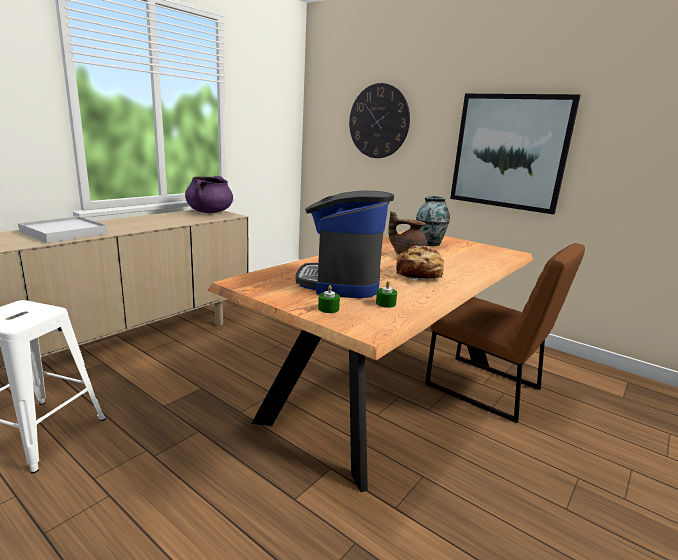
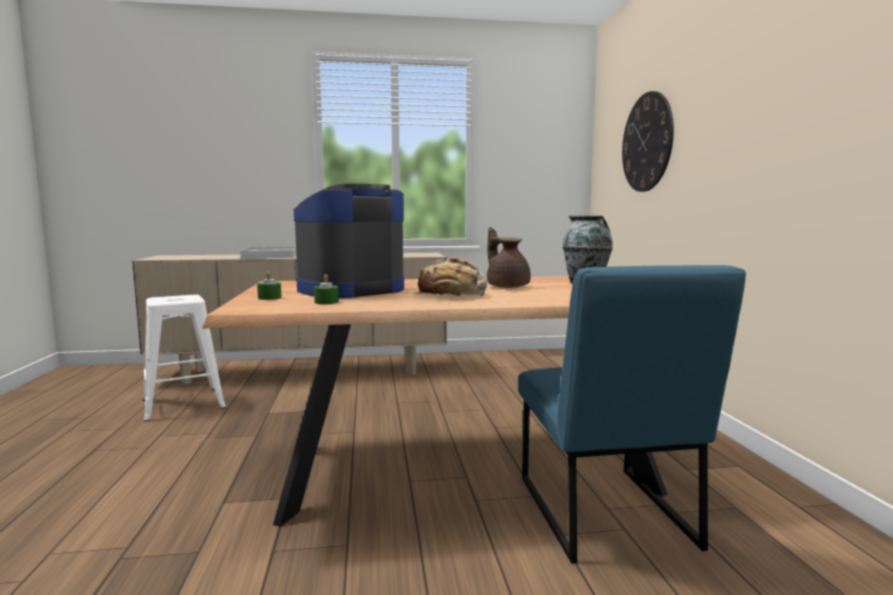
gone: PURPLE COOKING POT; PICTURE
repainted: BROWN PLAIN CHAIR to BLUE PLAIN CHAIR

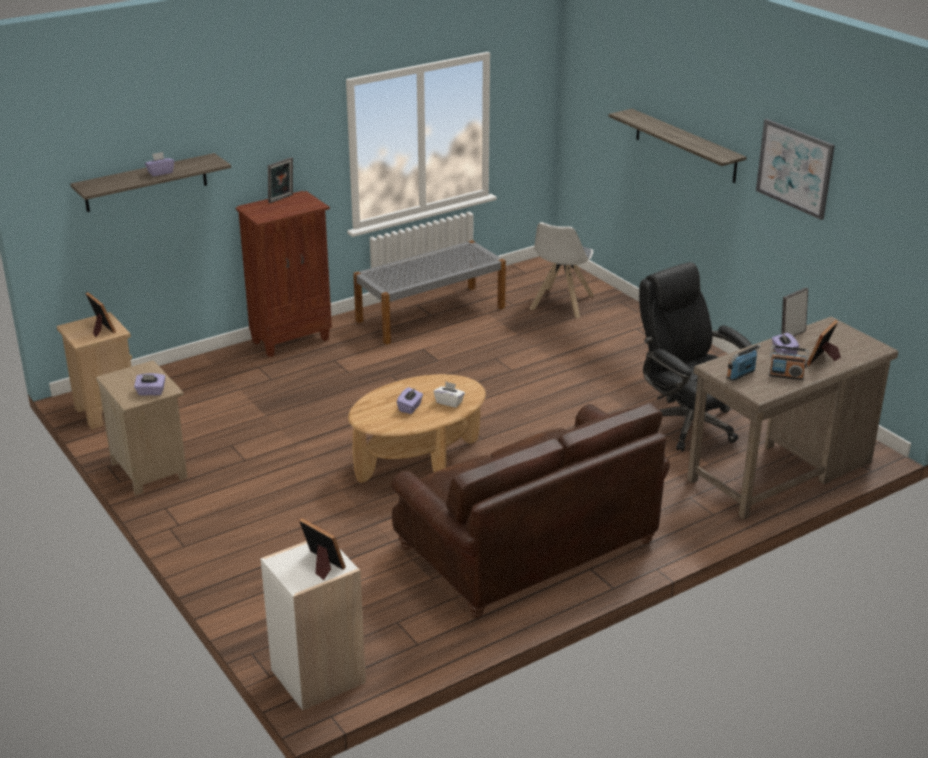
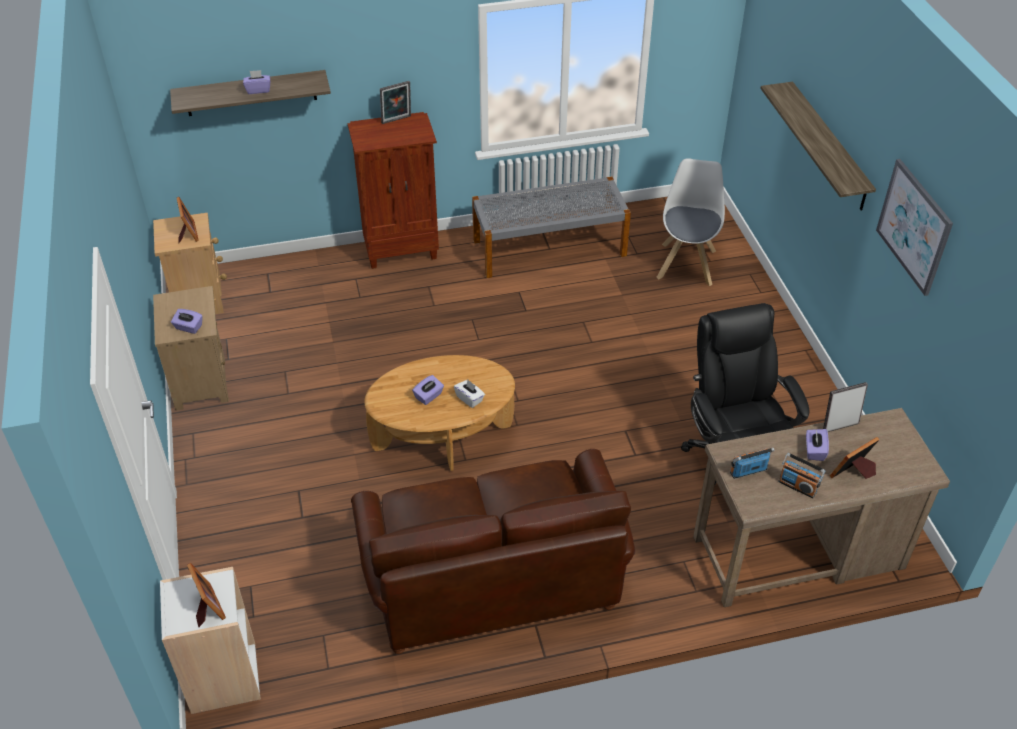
rotated: PLAIN CHAIR 150 degrees clockwise

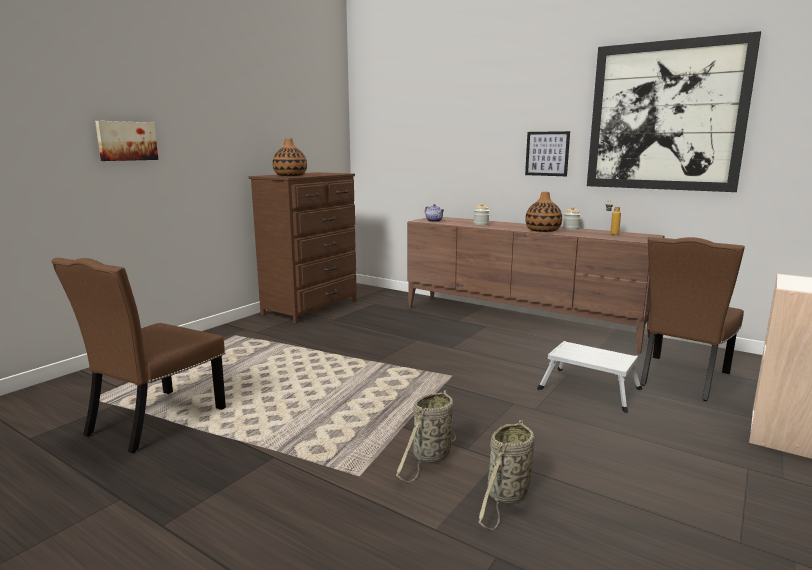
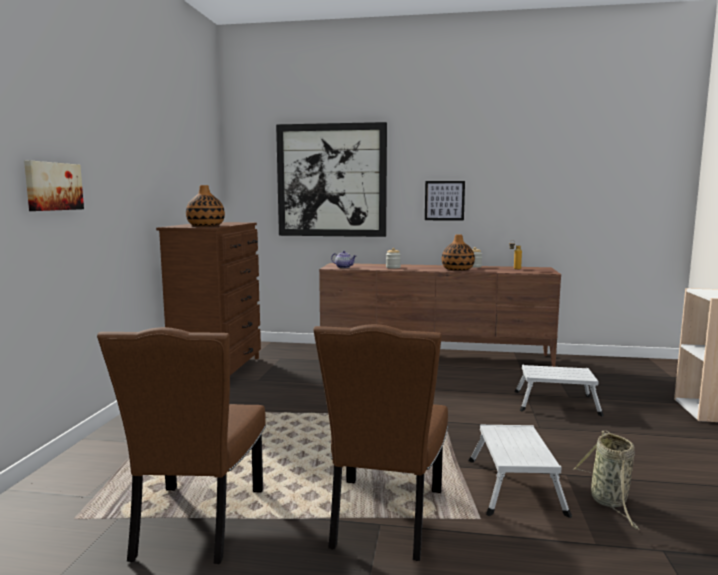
shifted: PICTURE (no. 3 from left in the first image) to PICTURE (no. 2 from left); BROWN PLAIN CHAIR (no. 2 from left)
swapped: HOUSEHOLD BASKET (no. 1 from left) to WHITE-COLOURED STEP STOOL (no. 1 from left)

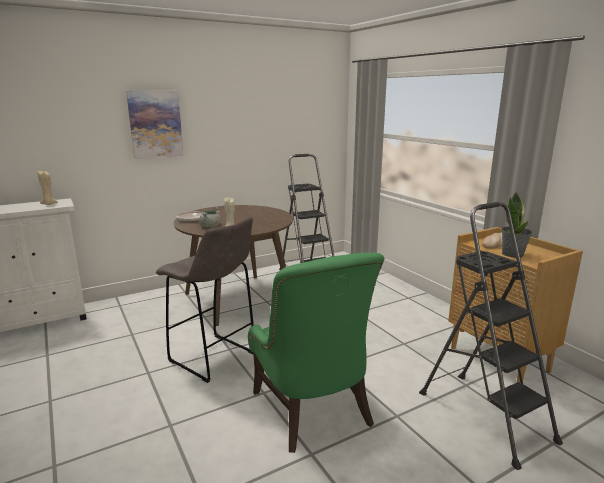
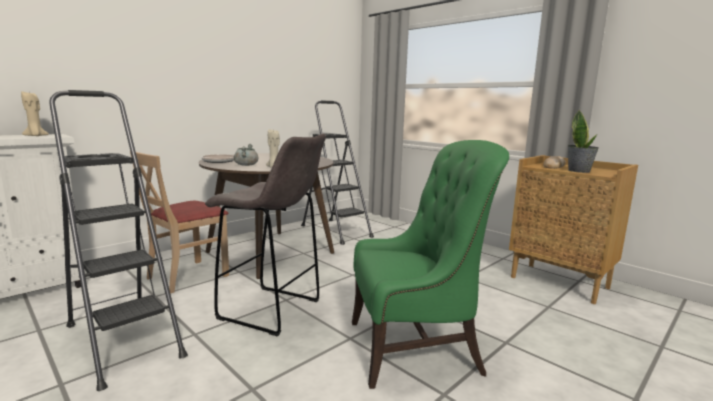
gone: PICTURE
new: BEIGE PLAIN CHAIR
shifted: STEP STOOL (no. 2 from left in the first image) to STEP STOOL (no. 1 from left)
rotated: GREEN PLAIN CHAIR 60 degrees counterclockwise

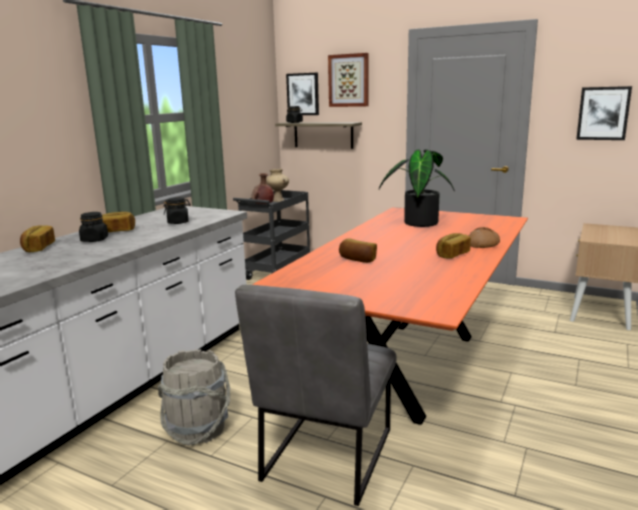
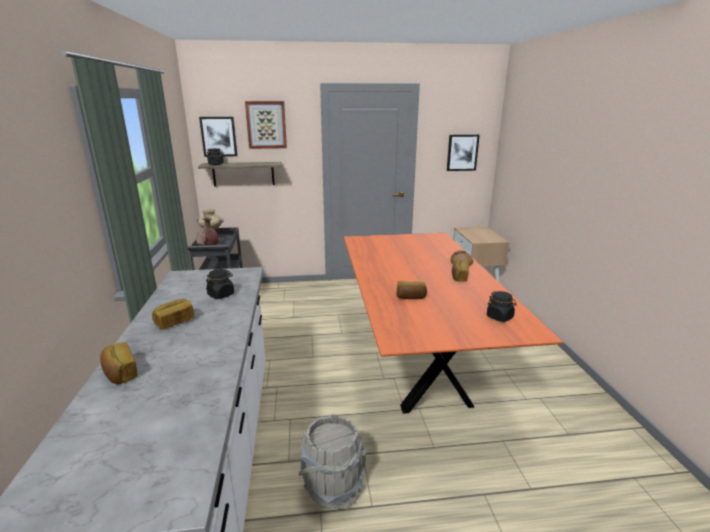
gone: GRAY PLAIN CHAIR; POTTED PLANT
shifted: BLACK-COLOURED STORAGE JAR (no. 1 from left in the first image) to BLACK-COLOURED STORAGE JAR (no. 3 from left)

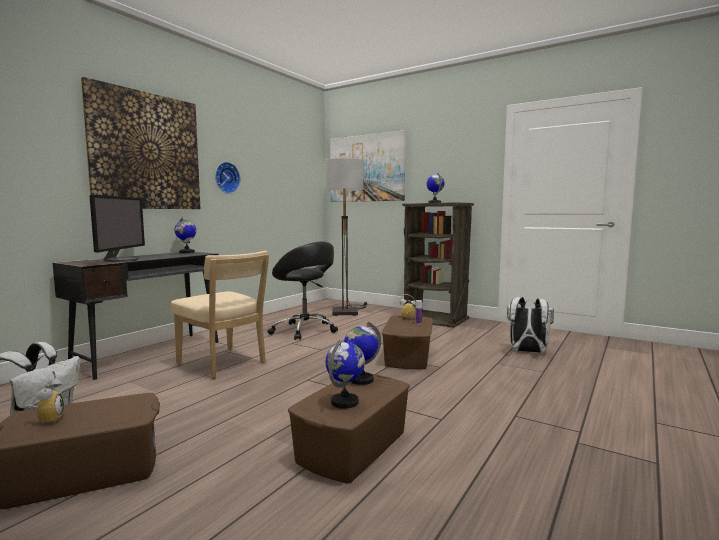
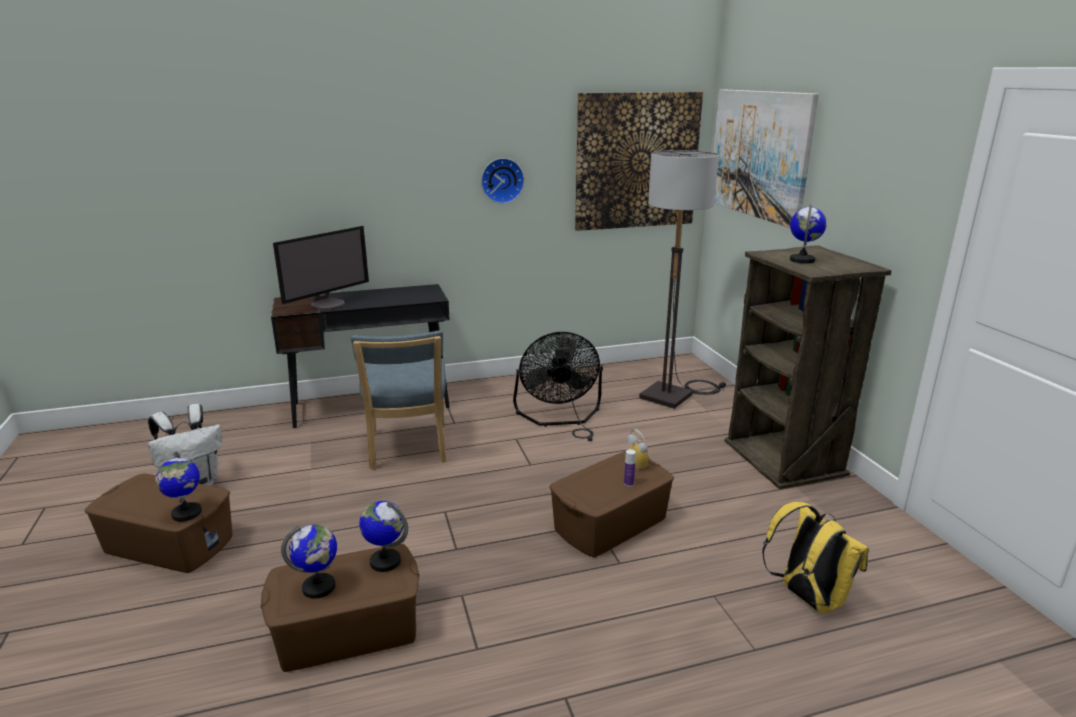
gone: BEDSIDE CLOCK (no. 1 from left)
shifted: DESK GLOBE (no. 1 from left); PICTURE (no. 1 from left)
swapped: BLACK-COLOURED COMPUTER CHAIR to BLACK-COLOURED FAN
repainted: BEIGE PLAIN CHAIR to BLUE PLAIN CHAIR; WHITE-COLOURED BACKPACK (no. 2 from left) to YELLOW BACKPACK

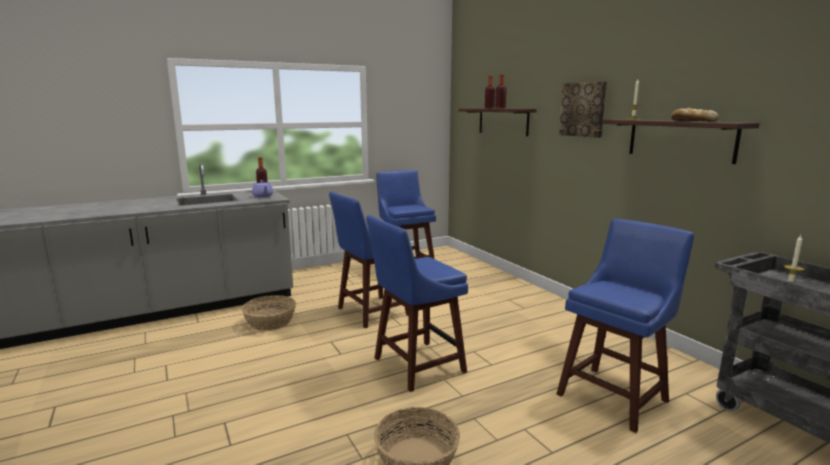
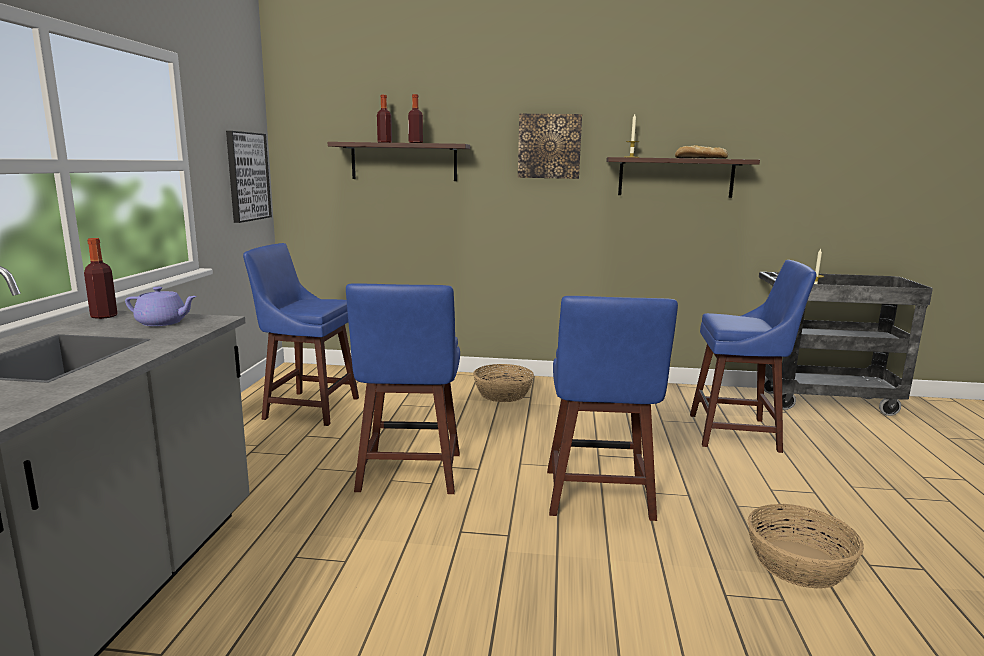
new: PICTURE (no. 1 from left)
shifted: HOUSEHOLD BASKET (no. 1 from left)
rotated: BLUE PLAIN CHAIR (no. 4 from left) 105 degrees clockwise

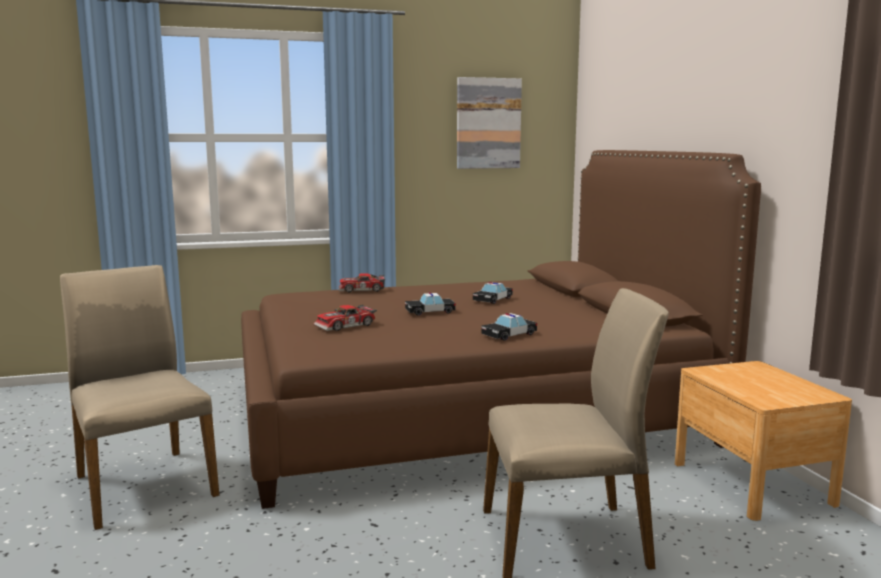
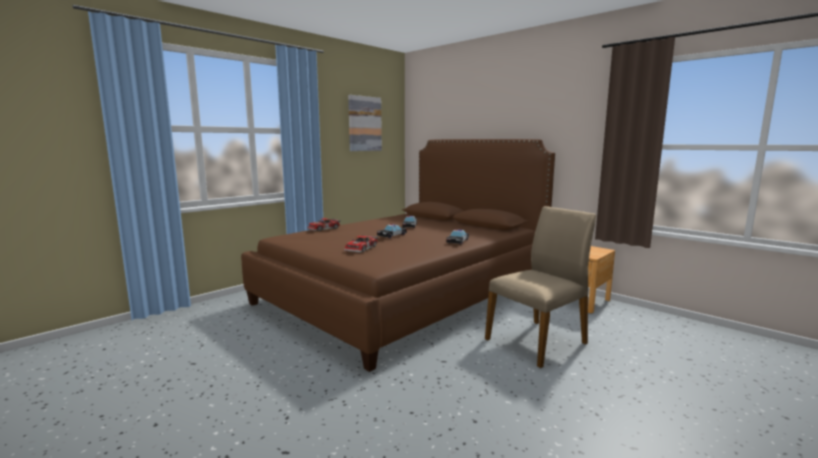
gone: BEIGE PLAIN CHAIR (no. 1 from left)

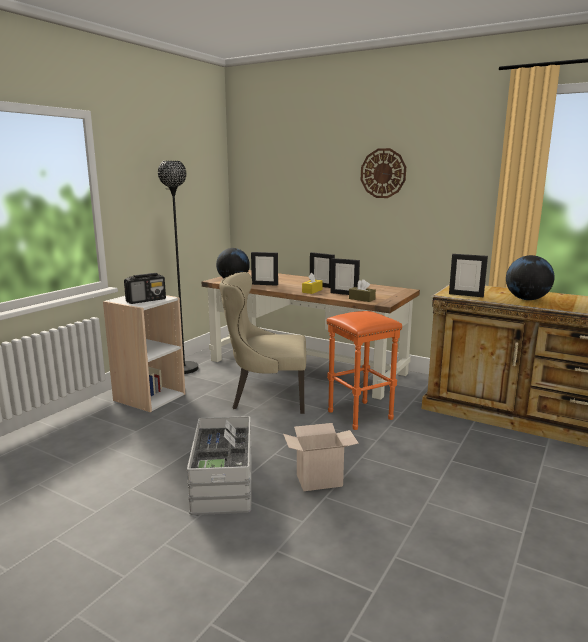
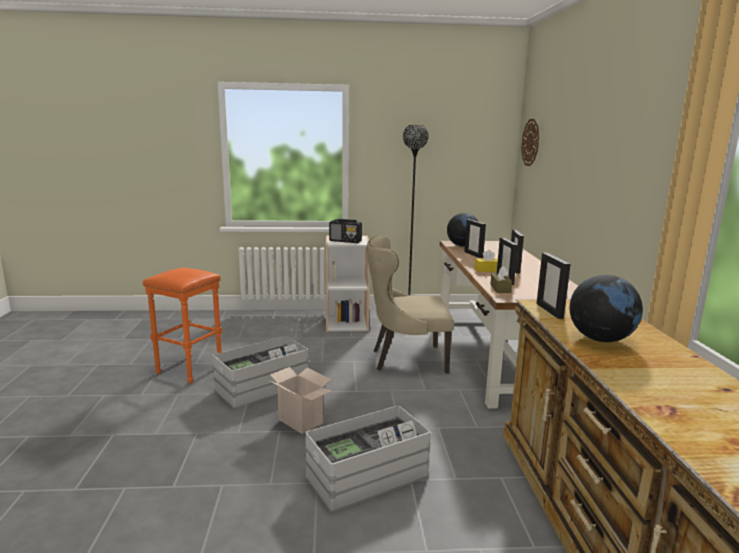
new: GRAY STORAGE BIN (no. 2 from left)
shifted: ORANGEY STOOL SEAT; CLOCK ON THE WALL
rotated: BEIGE PLAIN CHAIR 60 degrees counterclockwise

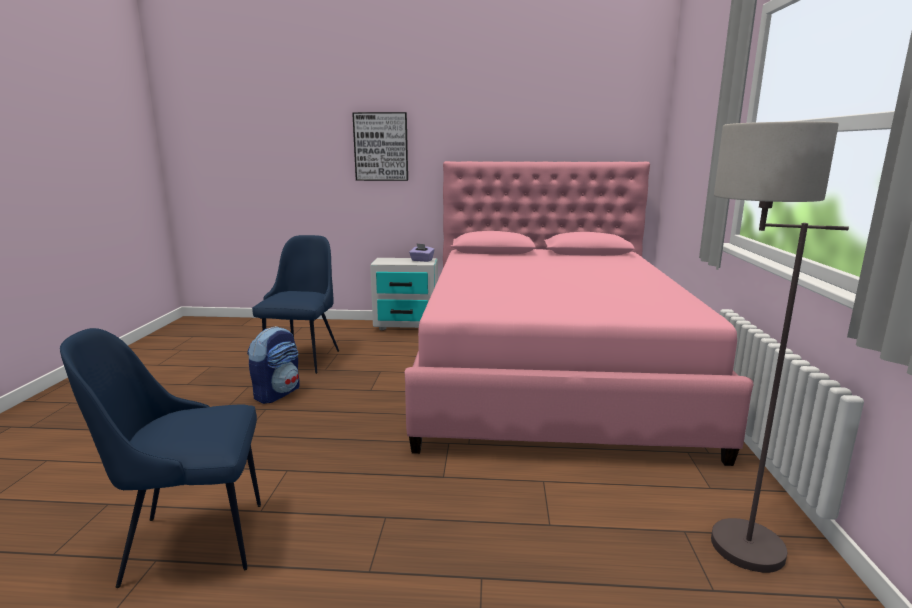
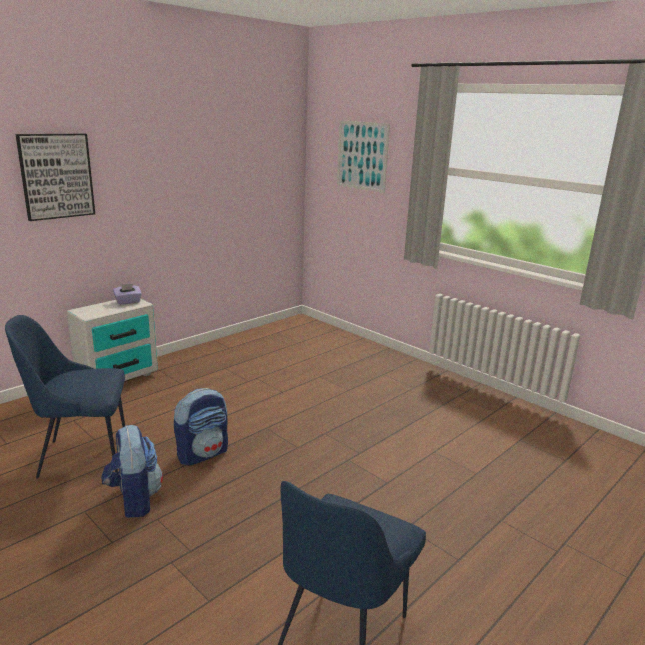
gone: PINK-COLOURED BED; GRAY STANDARD LAMP
new: BACKPACK (no. 2 from left); PICTURE (no. 2 from left)
rotated: BLUE PLAIN CHAIR (no. 2 from left in the first image) 60 degrees counterclockwise

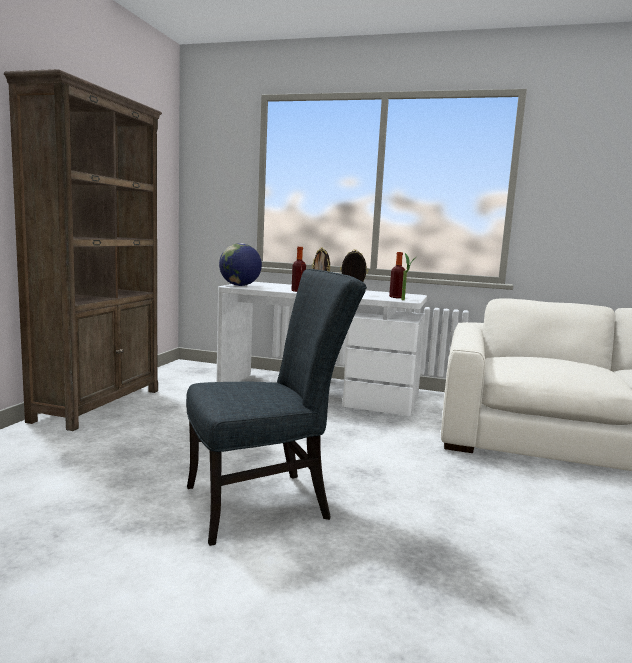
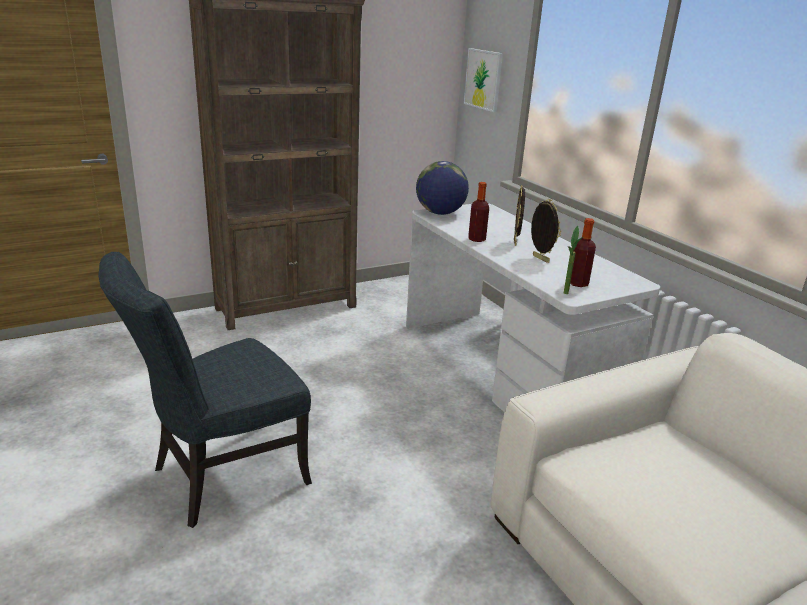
new: PICTURE
rotated: GRAY PLAIN CHAIR 120 degrees clockwise

